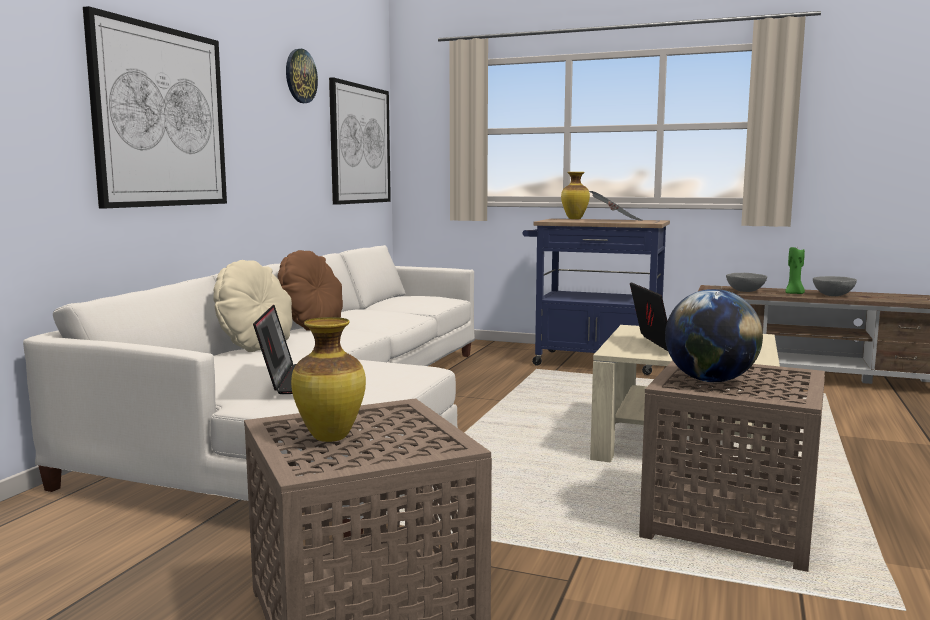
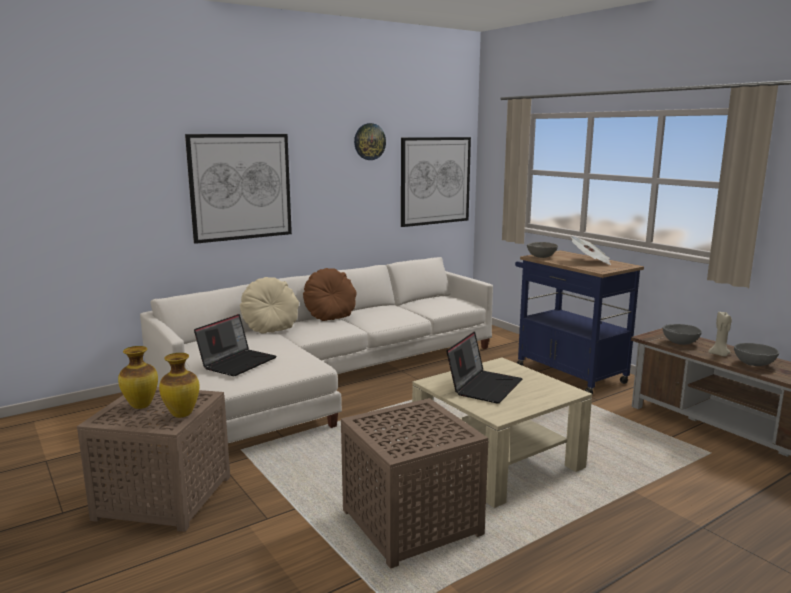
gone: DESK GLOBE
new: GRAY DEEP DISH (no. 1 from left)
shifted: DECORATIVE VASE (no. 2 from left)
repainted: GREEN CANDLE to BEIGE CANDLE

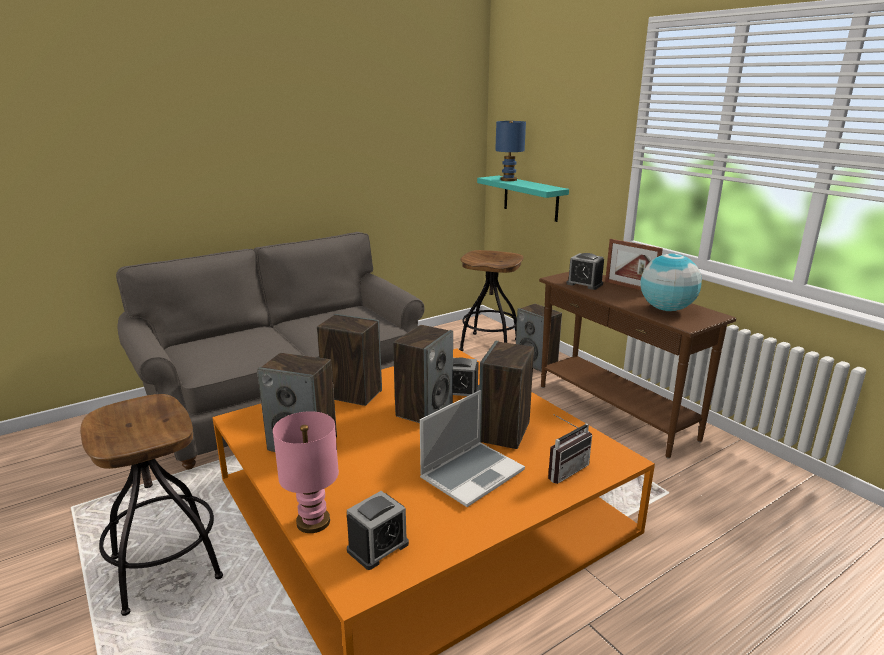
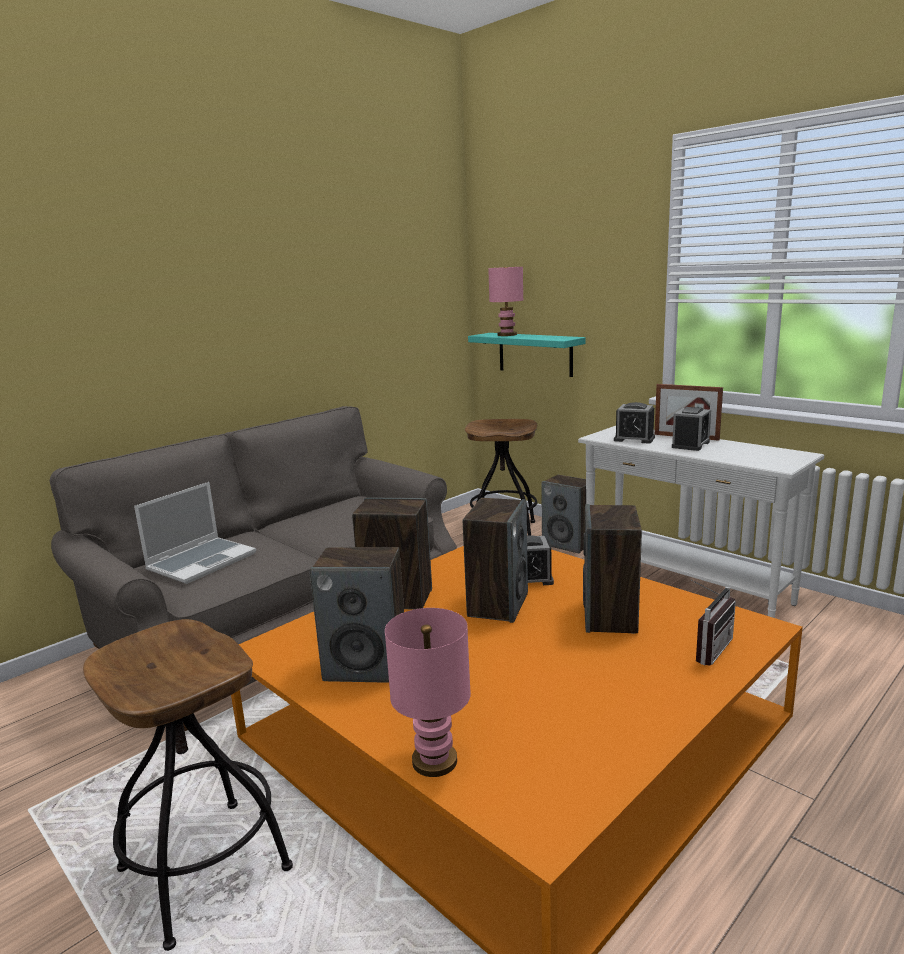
gone: DESK GLOBE
shifted: LAPTOP; BEDSIDE CLOCK (no. 1 from left in the first image) to BEDSIDE CLOCK (no. 3 from left)
repainted: BLUE TABLETOP LAMP to PINK-COLOURED TABLETOP LAMP (no. 2 from left); BROWN HALL TABLE to WHITE-COLOURED HALL TABLE

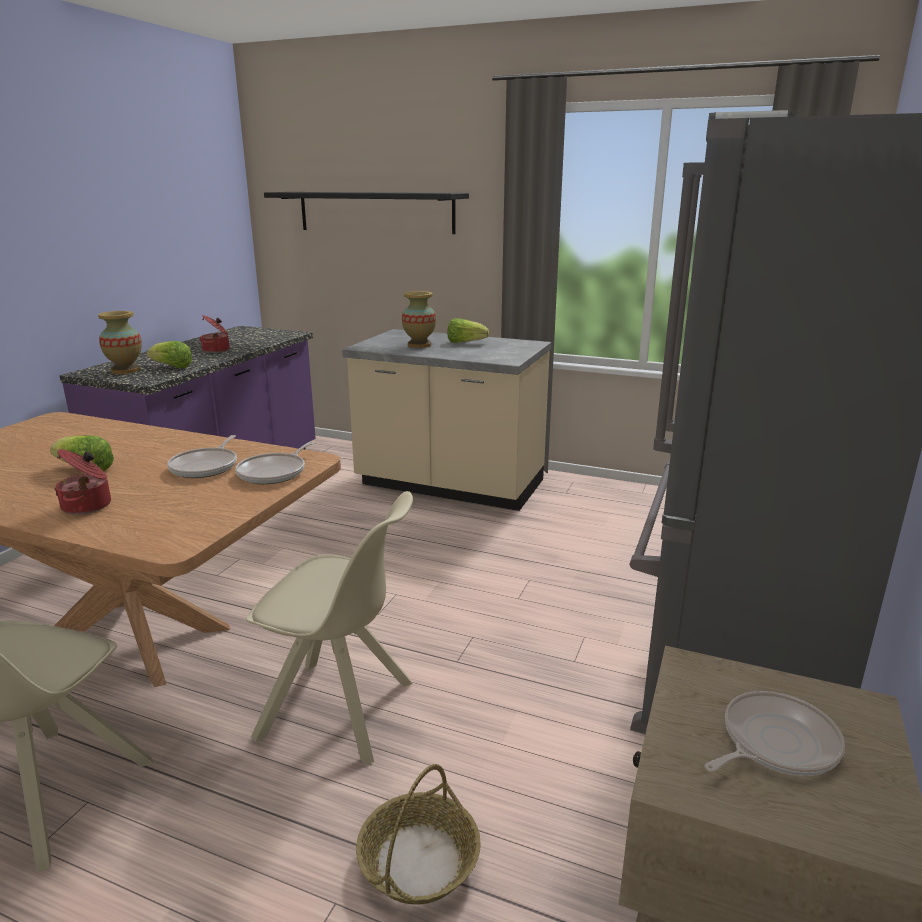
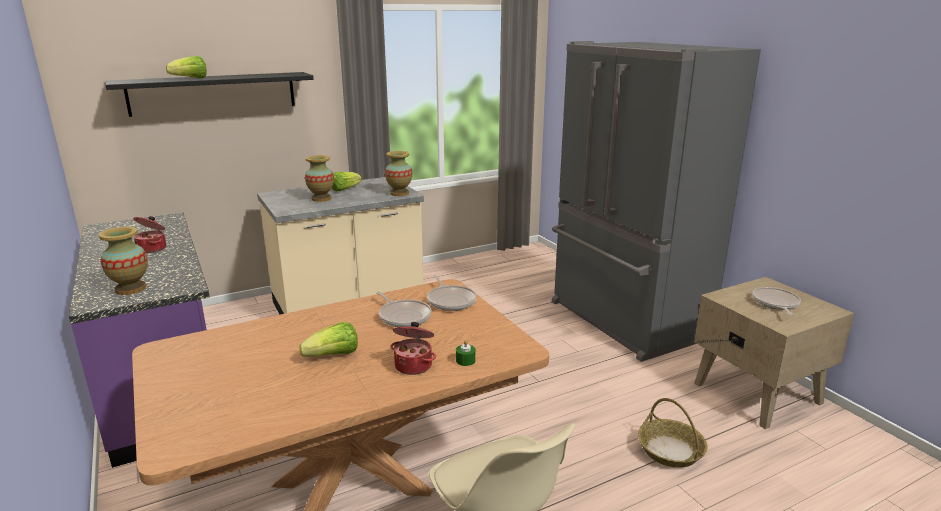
gone: BEIGE PLAIN CHAIR (no. 2 from left)
new: DECORATIVE VASE (no. 3 from left); GREEN CANDLE
shifted: LETTUCE (no. 2 from left in the first image) to LETTUCE (no. 1 from left)

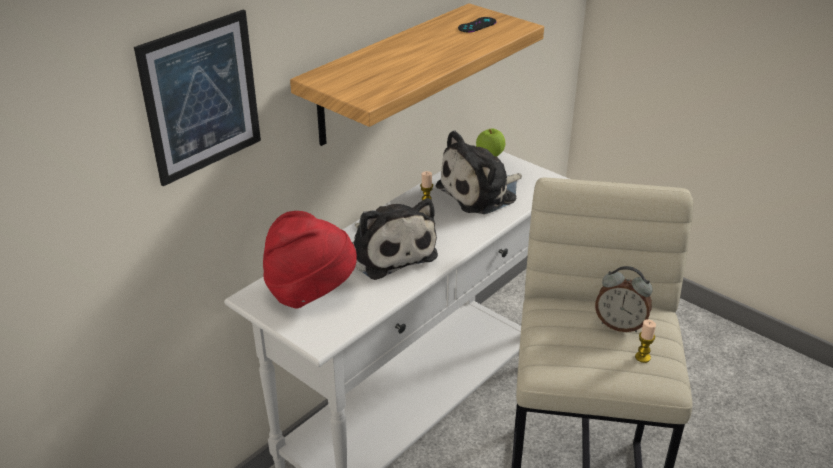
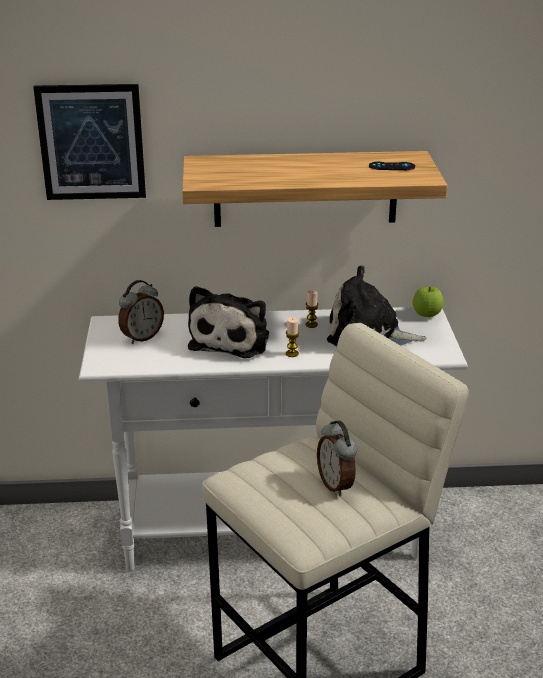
shifted: CANDLE (no. 2 from left in the first image) to CANDLE (no. 1 from left)
swapped: RED-COLOURED CLOTHING HAT to BEDSIDE CLOCK (no. 1 from left)

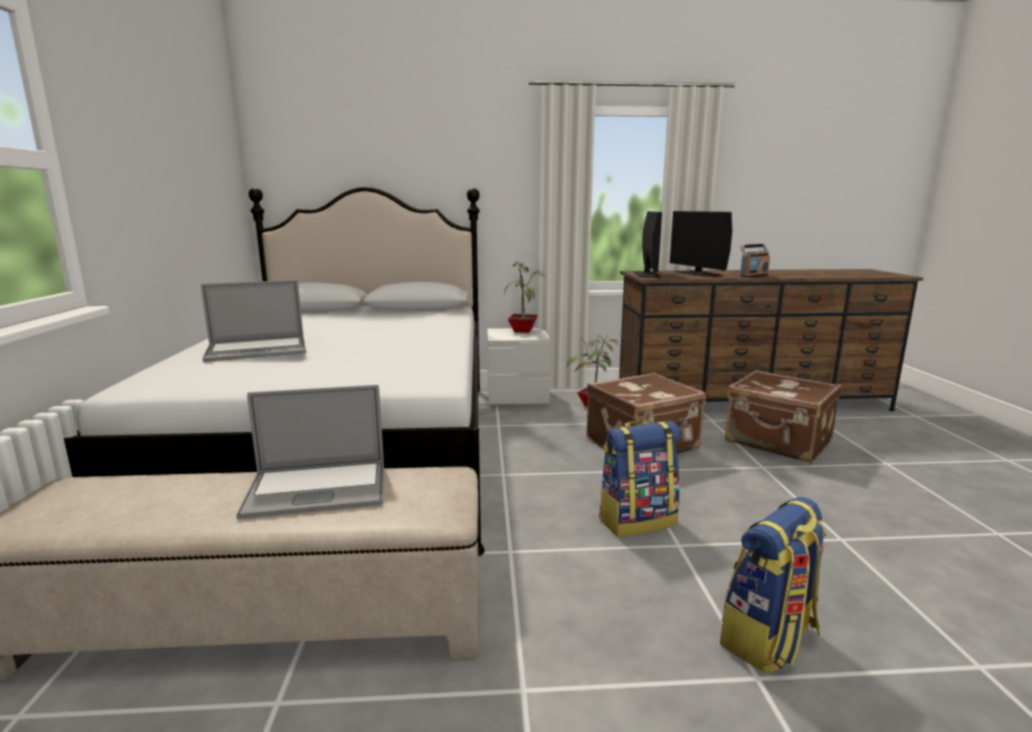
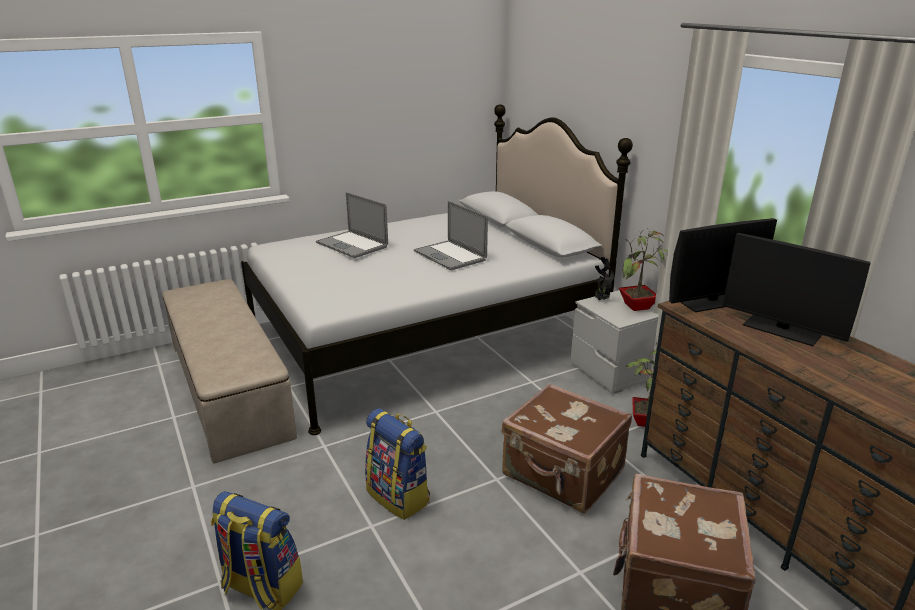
gone: RADIO SET
new: POTTED PLANT (no. 1 from left)
shifted: LAPTOP (no. 2 from left)
rotated: COMPUTER DISPLAY (no. 2 from left) 90 degrees counterclockwise

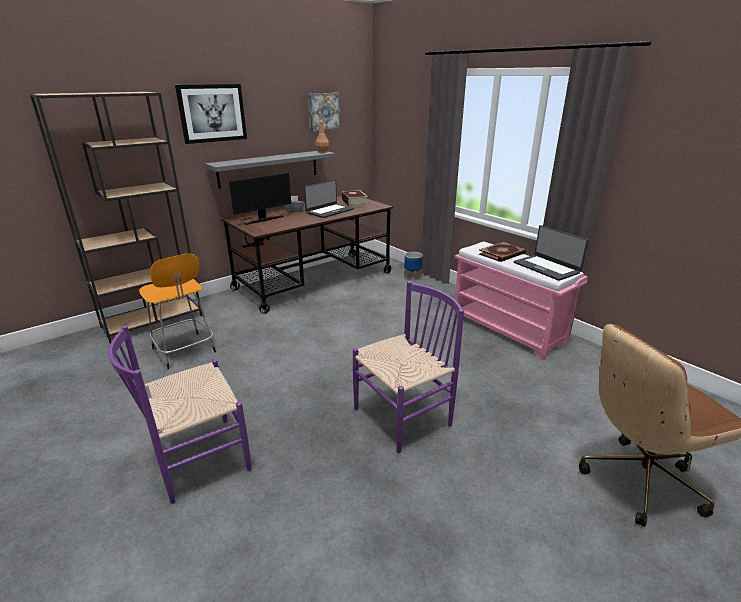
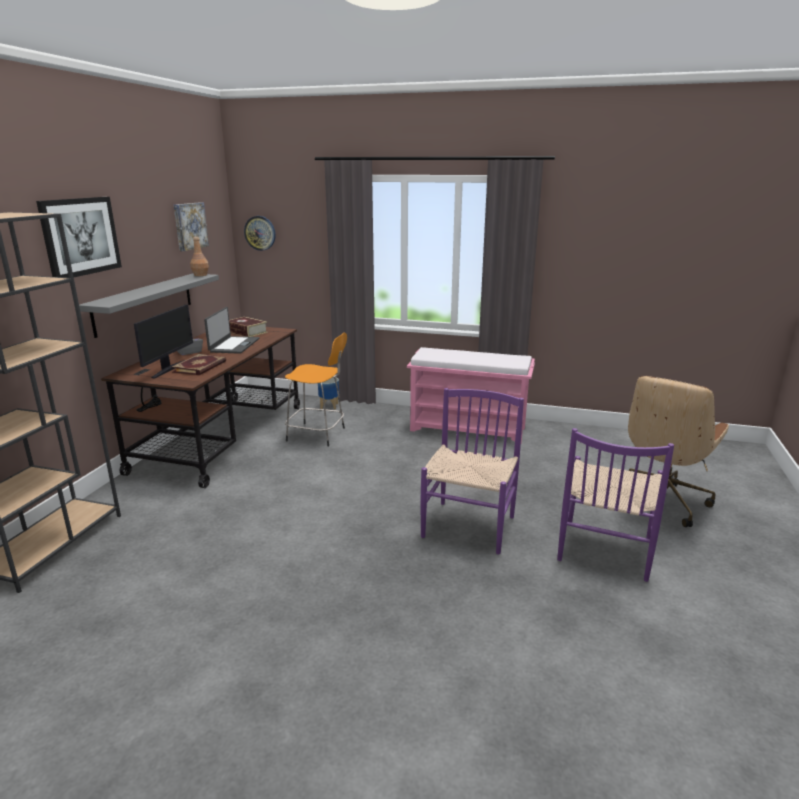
gone: LAPTOP (no. 2 from left)
new: CLOCK ON THE WALL
shifted: BOOK (no. 2 from left in the first image) to BOOK (no. 1 from left); ORANGEY STOOL SEAT; PURPLE PLAIN CHAIR (no. 1 from left in the first image) to PURPLE PLAIN CHAIR (no. 2 from left)

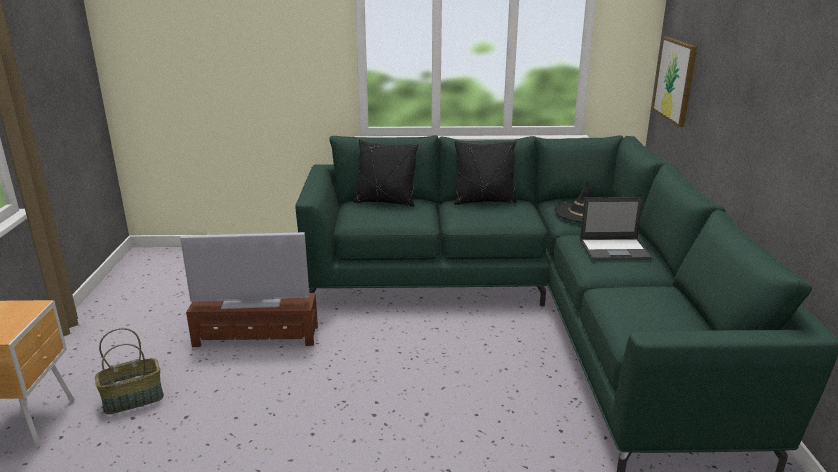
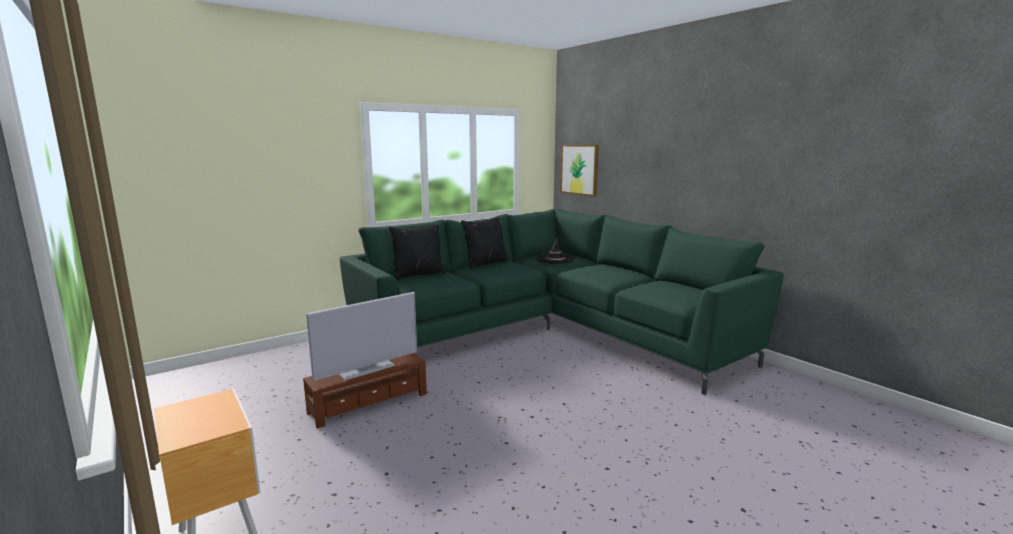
gone: HOUSEHOLD BASKET; LAPTOP

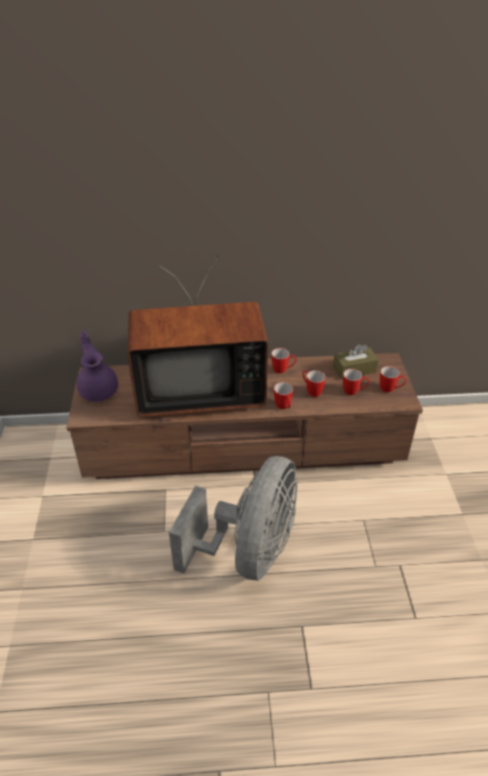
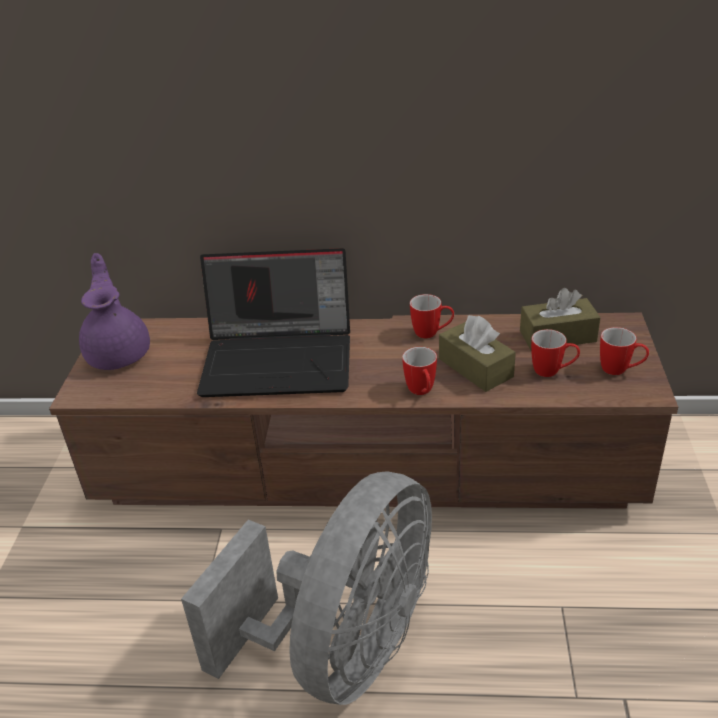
swapped: TV SET to LAPTOP; COFFEE MUG (no. 3 from left) to BROWN TISSUE HOLDER (no. 1 from left)

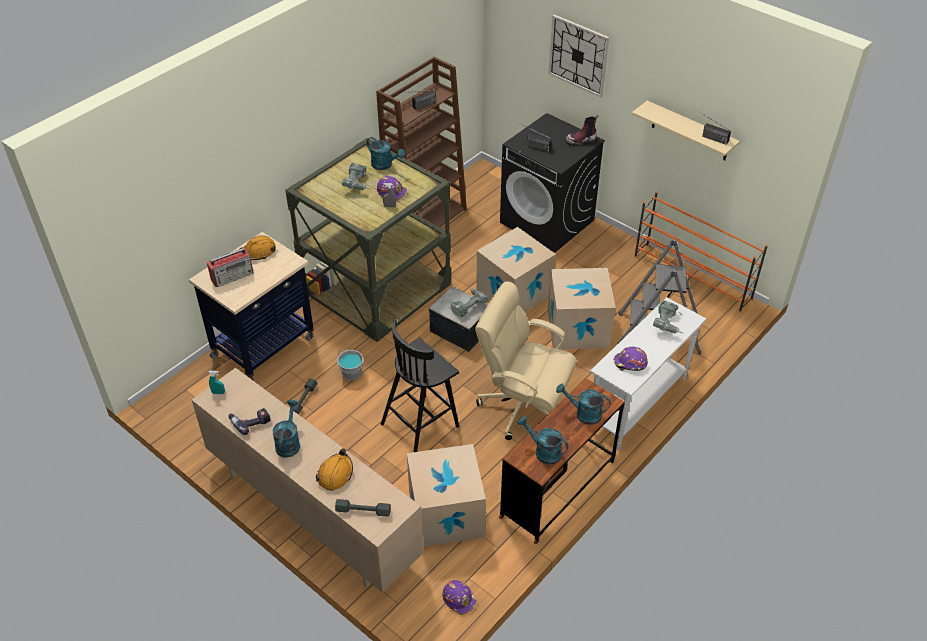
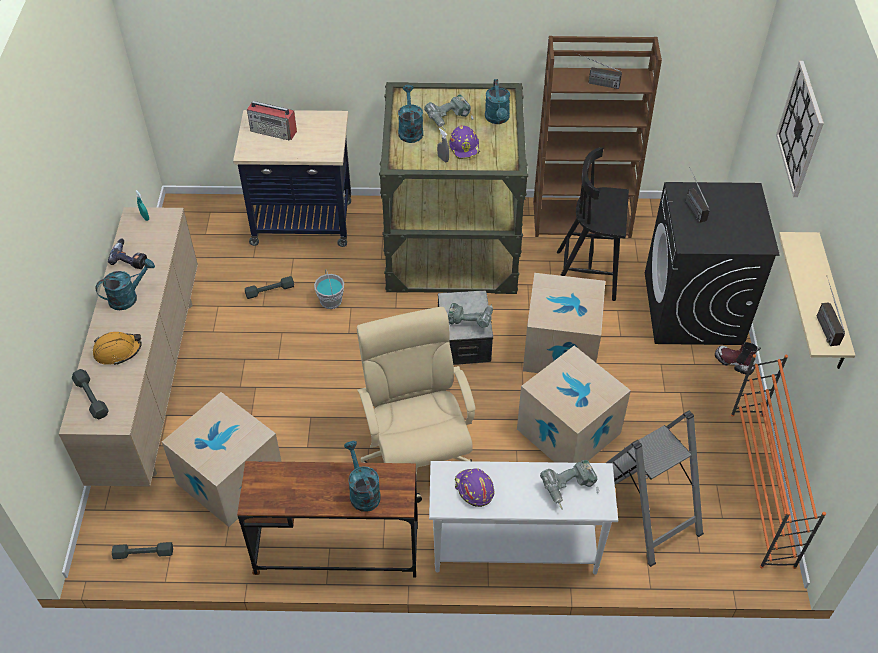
gone: ORANGEY HARD HAT (no. 1 from left)
shifted: TURQUOISE SPRINKLING CAN (no. 3 from left); BLACK-COLOURED STOOL SEAT; TALL BOOT
swapped: PURPLE HARD HAT (no. 2 from left) to GRAY HAND WEIGHT (no. 2 from left)

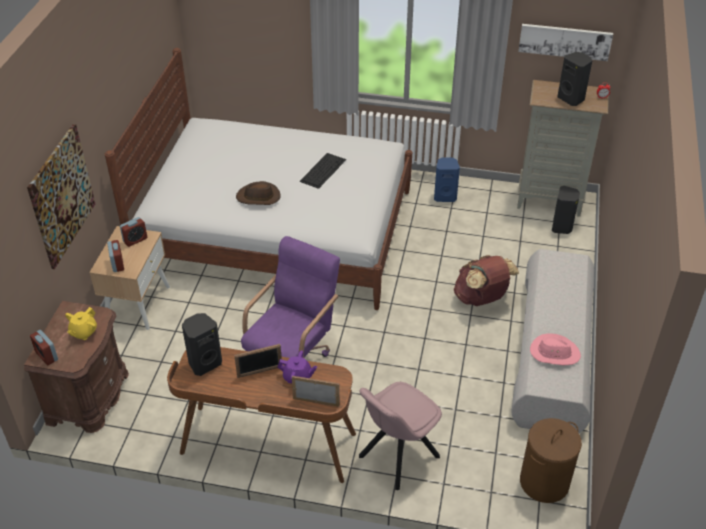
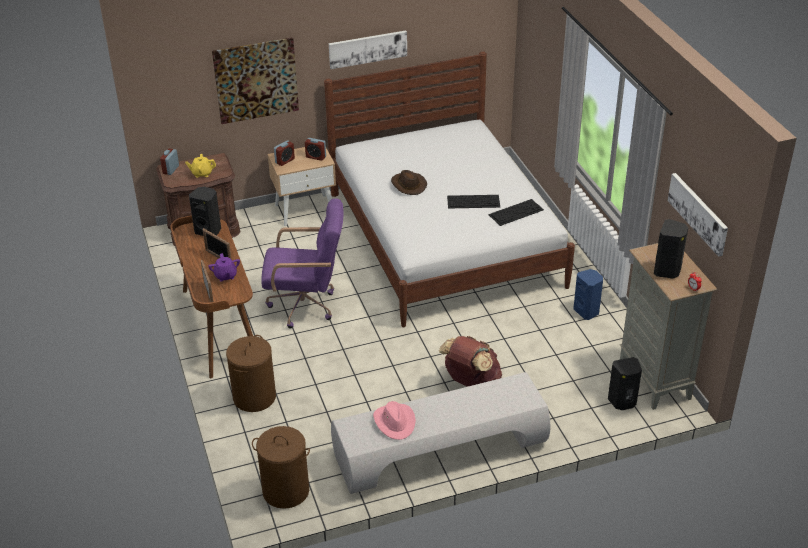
new: PICTURE (no. 2 from left); PC KEYBOARD (no. 2 from left)
swapped: PINK-COLOURED PLAIN CHAIR to BROWN WASHING BASKET (no. 1 from left)

